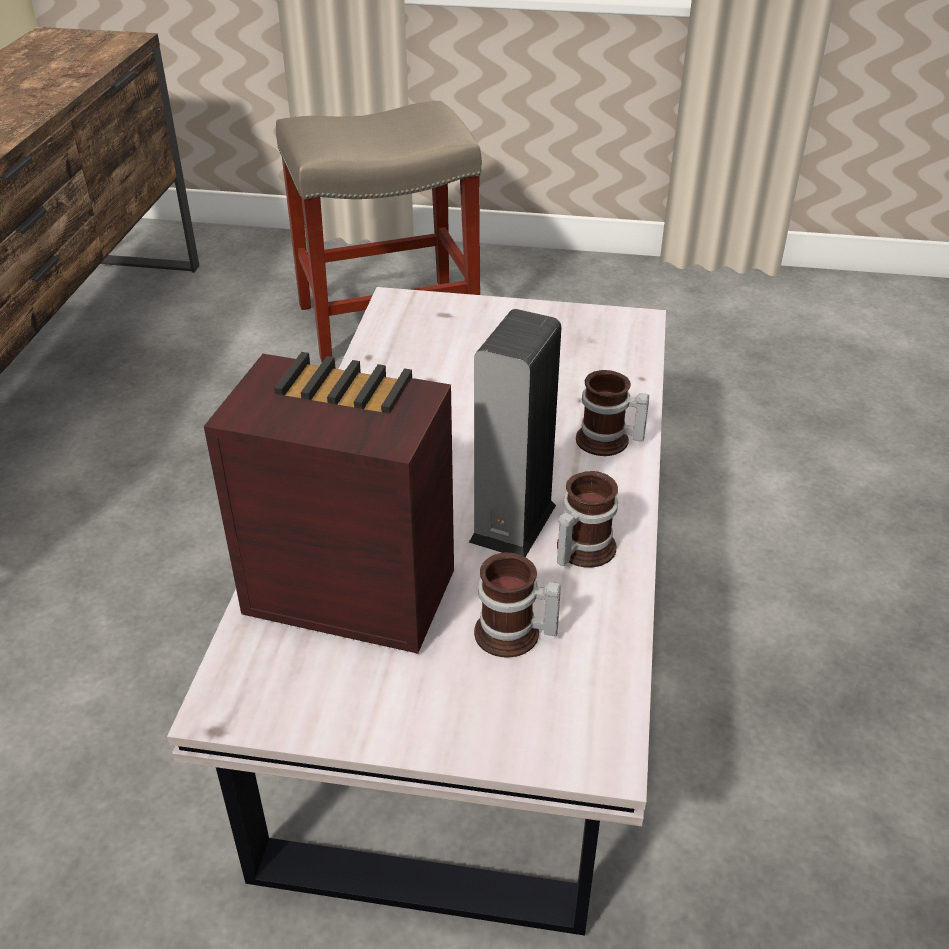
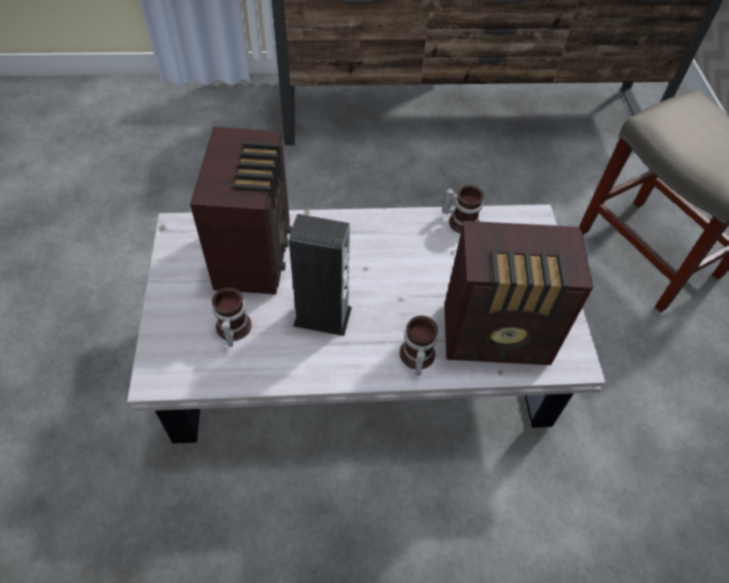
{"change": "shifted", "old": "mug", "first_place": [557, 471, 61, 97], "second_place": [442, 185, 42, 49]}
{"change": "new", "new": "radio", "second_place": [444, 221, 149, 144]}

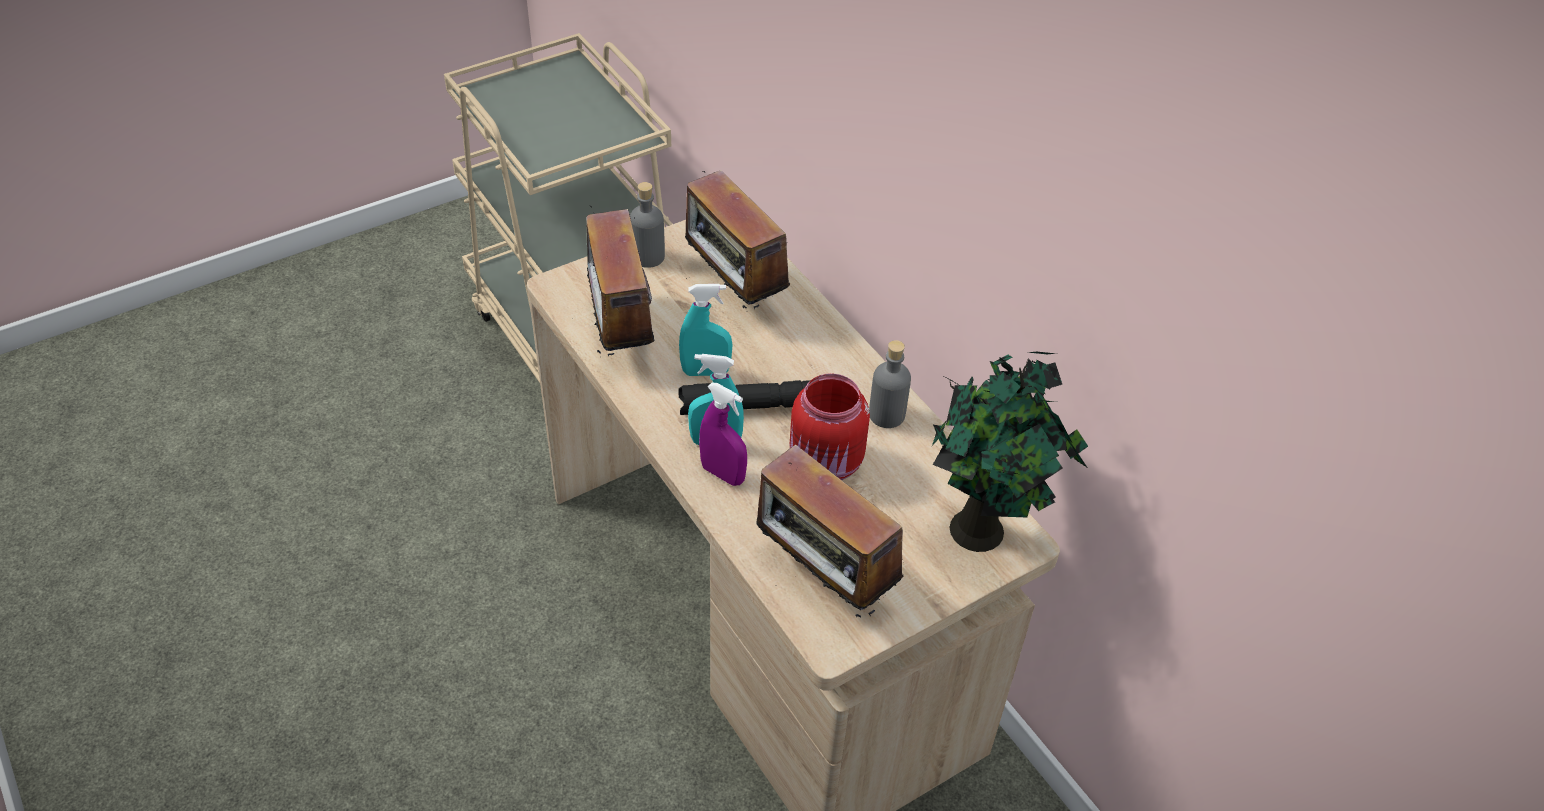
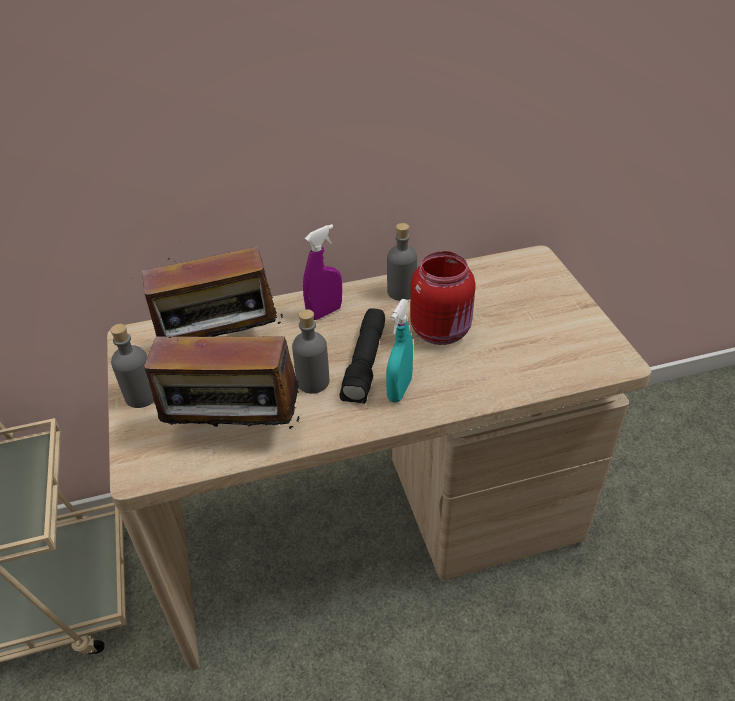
{"change": "swapped", "old": "turquoise_spray_bottle", "new": "grey_bottle", "first_place": [679, 284, 53, 92], "second_place": [292, 309, 37, 85]}
{"change": "shifted", "old": "purple_spray_bottle", "first_place": [699, 383, 48, 103], "second_place": [303, 224, 39, 96]}
{"change": "gone", "old": "radio", "first_place": [756, 437, 148, 184]}
{"change": "gone", "old": "potted_plant", "first_place": [932, 352, 156, 200]}

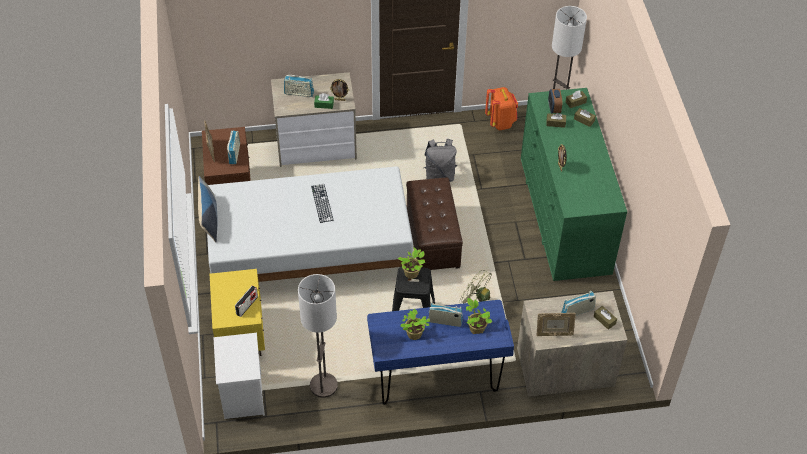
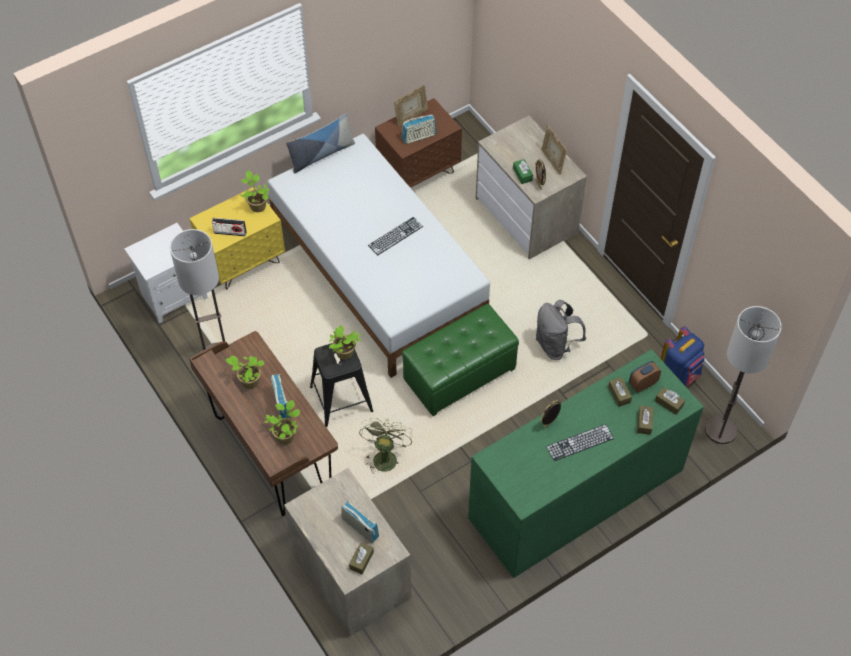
{"change": "repainted", "old": "blue_desk", "new": "brown_desk", "first_place": [367, 300, 147, 105], "second_place": [189, 331, 149, 185]}
{"change": "new", "new": "potted_plant", "second_place": [240, 170, 30, 42]}
{"change": "repainted", "old": "brown_ottoman", "new": "green_ottoman", "first_place": [406, 178, 57, 92], "second_place": [402, 304, 117, 112]}
{"change": "shifted", "old": "picture_frame", "first_place": [536, 313, 40, 23], "second_place": [541, 125, 26, 50]}
{"change": "new", "new": "keyboard", "second_place": [546, 424, 68, 37]}
{"change": "repainted", "old": "orange_backpack", "new": "blue_backpack", "first_place": [485, 87, 33, 43], "second_place": [660, 326, 45, 60]}
{"change": "gone", "old": "radio", "first_place": [284, 75, 30, 22]}

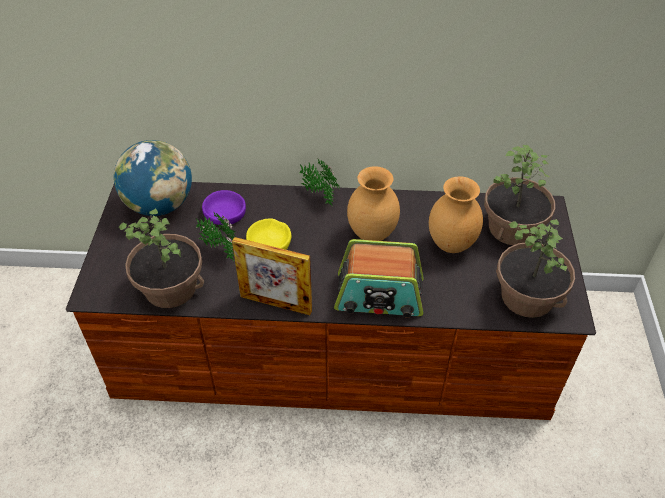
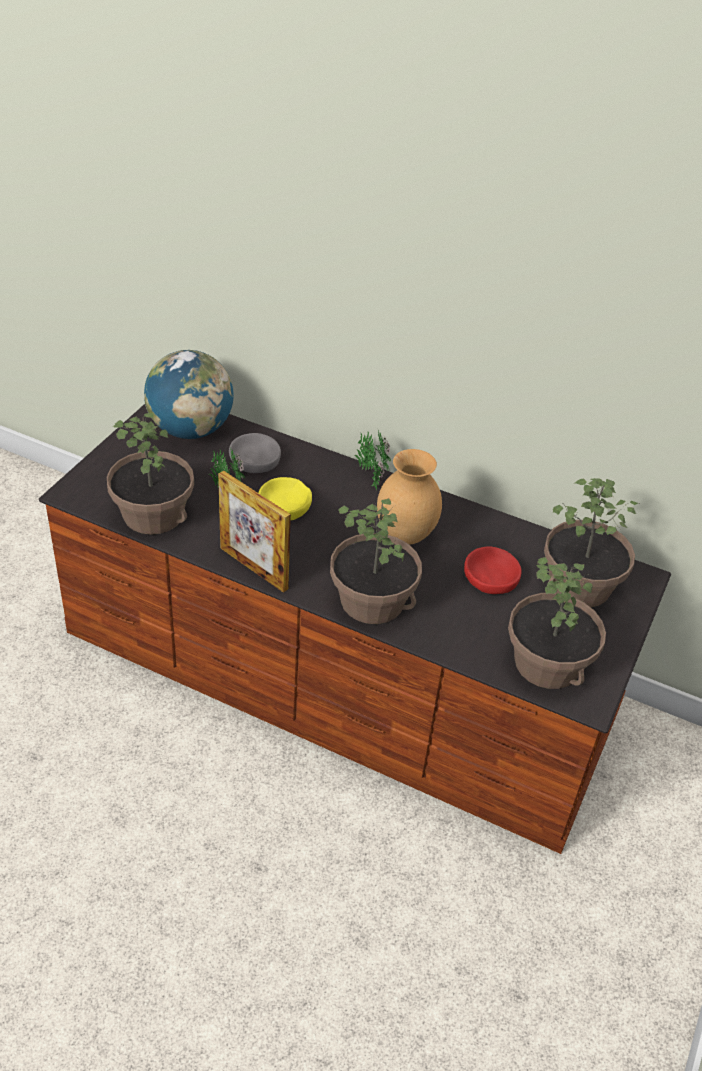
{"change": "repainted", "old": "purple_bowl", "new": "grey_bowl", "first_place": [202, 190, 44, 35], "second_place": [229, 433, 52, 40]}
{"change": "swapped", "old": "radio", "new": "potted_plant", "first_place": [334, 239, 90, 79], "second_place": [330, 498, 92, 126]}
{"change": "swapped", "old": "brown_vase", "new": "red_bowl", "first_place": [429, 176, 54, 77], "second_place": [464, 546, 58, 48]}

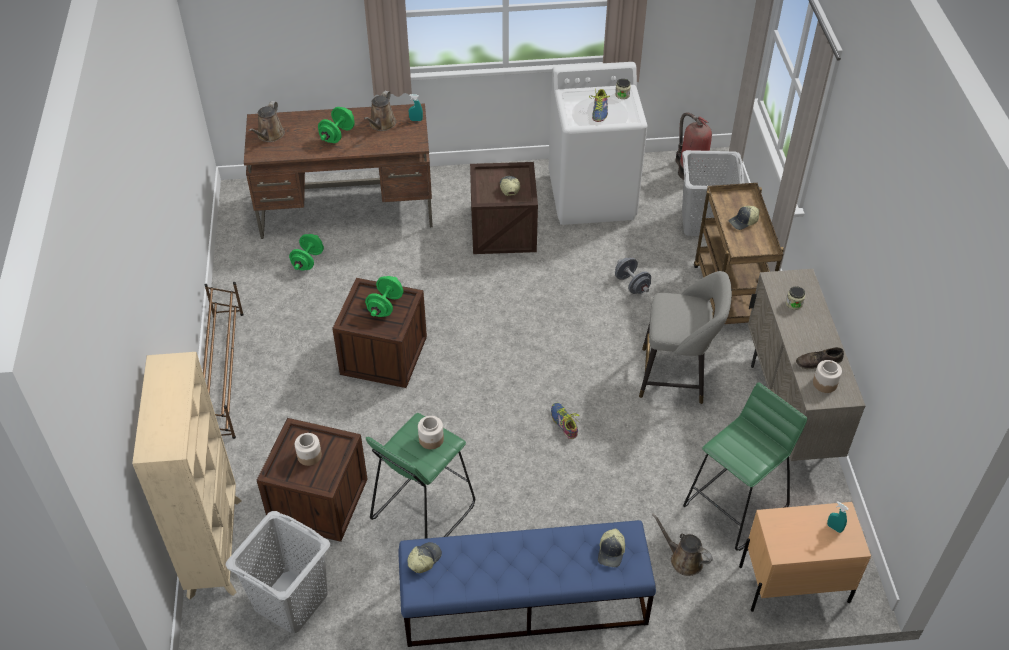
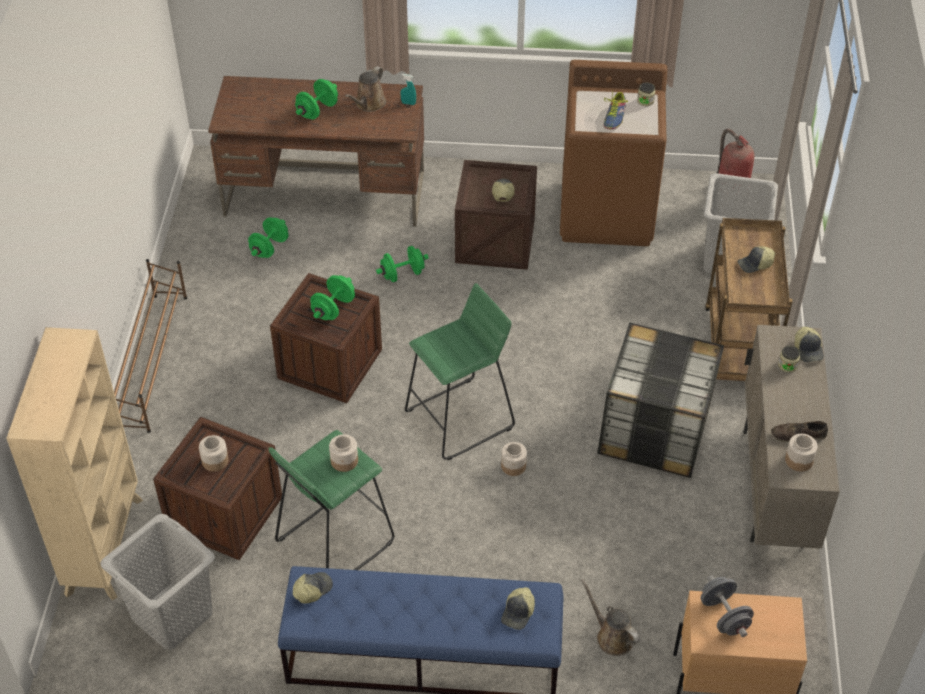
{"change": "new", "new": "green_dumbbell", "second_place": [376, 246, 53, 36]}
{"change": "shifted", "old": "green_stool", "first_place": [683, 382, 124, 169], "second_place": [405, 283, 110, 177]}
{"change": "swapped", "old": "shoe", "new": "jar", "first_place": [551, 403, 29, 36], "second_place": [501, 442, 26, 34]}
{"change": "repainted", "old": "white_washing_machine", "new": "brown_washing_machine", "first_place": [548, 62, 100, 163], "second_place": [560, 60, 107, 186]}
{"change": "swapped", "old": "grey_stool", "new": "storage_box", "first_place": [639, 271, 93, 133], "second_place": [597, 322, 127, 156]}
{"change": "shifted", "old": "grey_dumbbell", "first_place": [615, 258, 36, 36], "second_place": [701, 575, 53, 62]}
{"change": "new", "new": "cap", "second_place": [795, 327, 29, 35]}
{"change": "gone", "old": "brown_watering_can", "first_place": [249, 101, 36, 41]}
{"change": "gone", "old": "turquoise_spray_bottle", "first_place": [827, 501, 22, 32]}

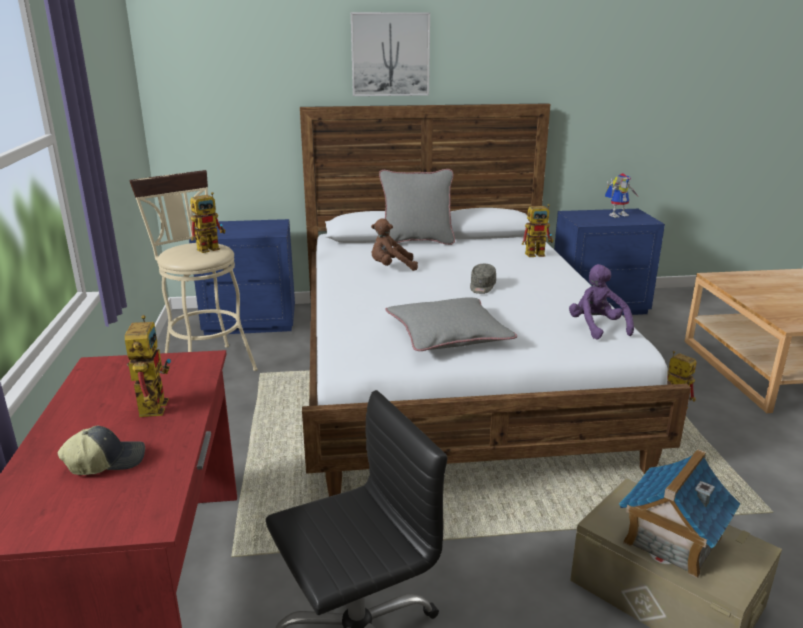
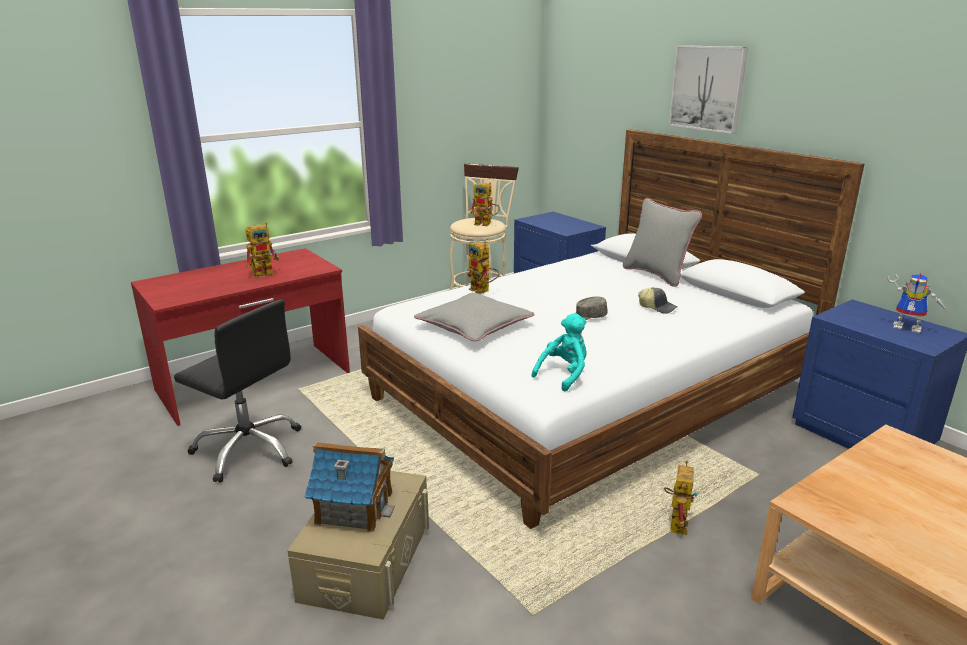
{"change": "shifted", "old": "toy_robot", "first_place": [522, 204, 31, 53], "second_place": [467, 241, 33, 53]}
{"change": "repainted", "old": "purple_plush_toy", "new": "turquoise_plush_toy", "first_place": [569, 264, 65, 75], "second_place": [532, 313, 55, 79]}
{"change": "shifted", "old": "cap", "first_place": [58, 426, 87, 49], "second_place": [638, 287, 39, 27]}
{"change": "gone", "old": "brown_plush_toy", "first_place": [371, 219, 47, 52]}

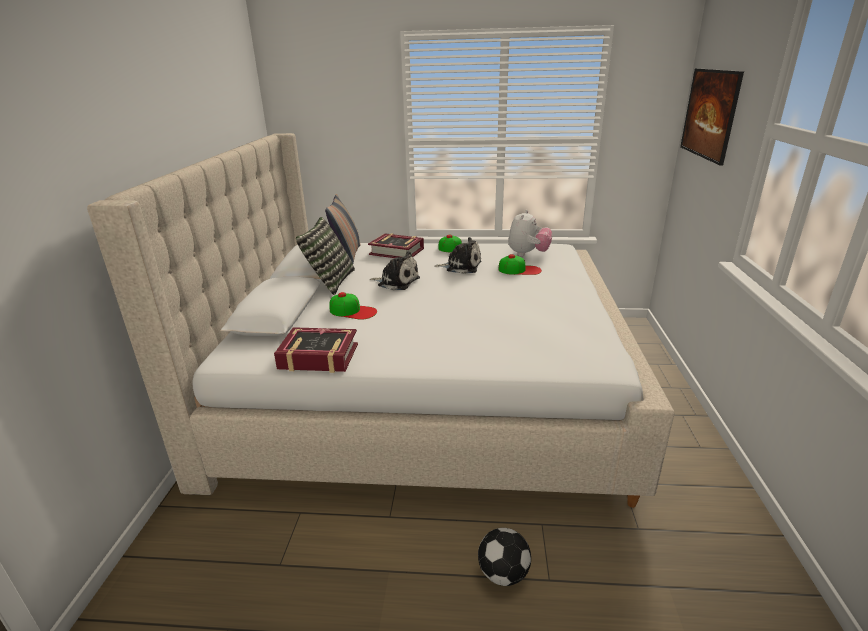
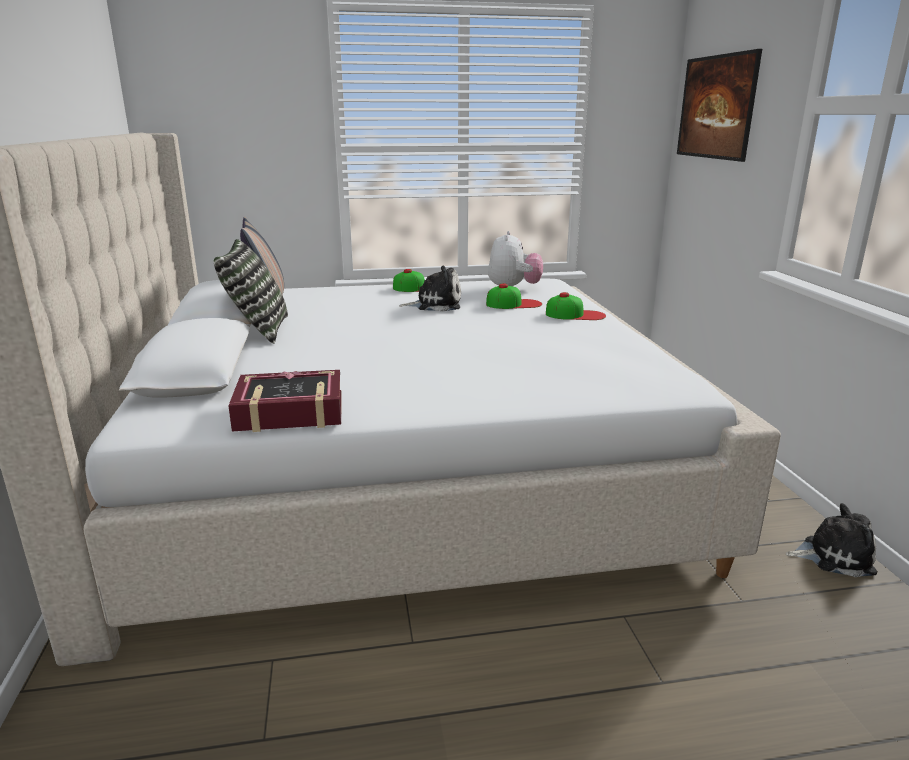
{"change": "shifted", "old": "cap", "first_place": [330, 292, 47, 28], "second_place": [546, 292, 60, 28]}
{"change": "shifted", "old": "plush_toy", "first_place": [370, 251, 50, 39], "second_place": [786, 503, 91, 74]}
{"change": "gone", "old": "book", "first_place": [368, 233, 56, 25]}
{"change": "gone", "old": "football", "first_place": [478, 528, 53, 58]}

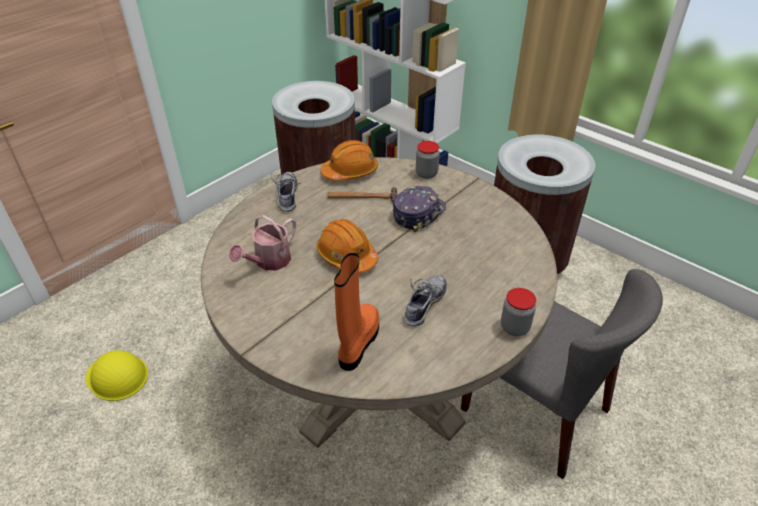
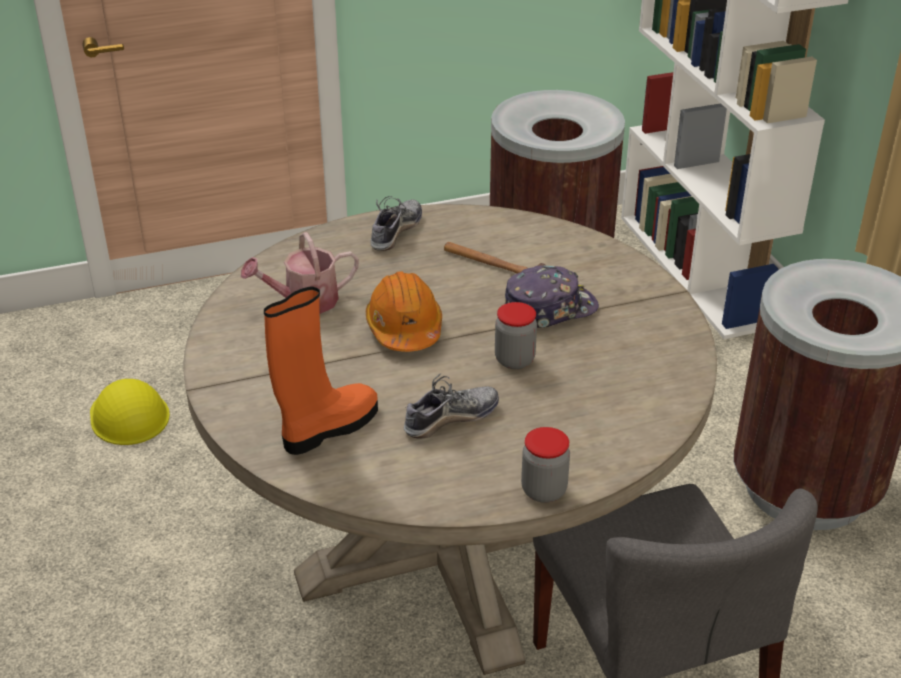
{"change": "shifted", "old": "jar", "first_place": [416, 141, 24, 38], "second_place": [495, 302, 42, 67]}
{"change": "gone", "old": "orange_hard_hat", "first_place": [321, 140, 57, 40]}

